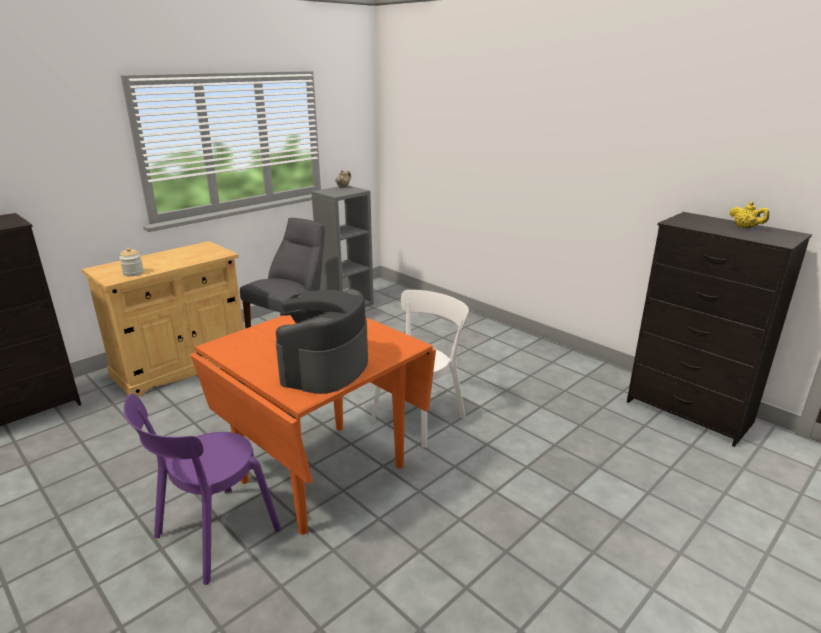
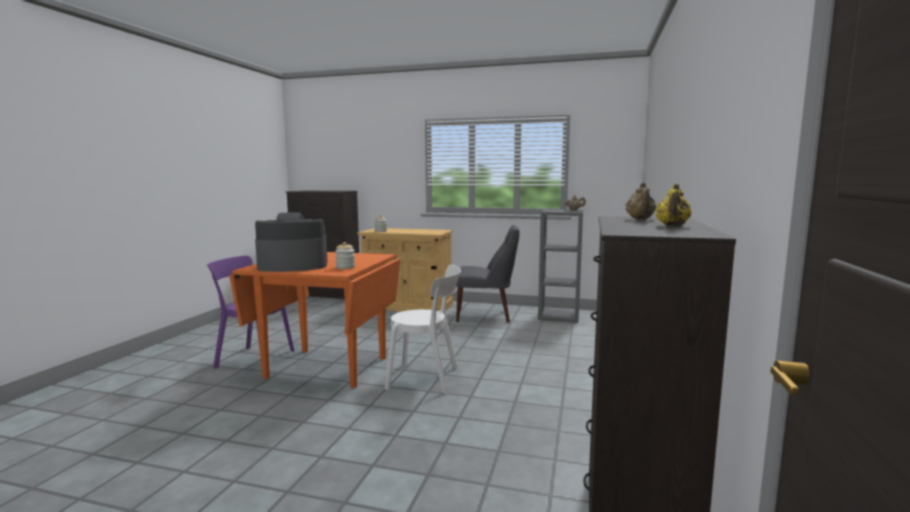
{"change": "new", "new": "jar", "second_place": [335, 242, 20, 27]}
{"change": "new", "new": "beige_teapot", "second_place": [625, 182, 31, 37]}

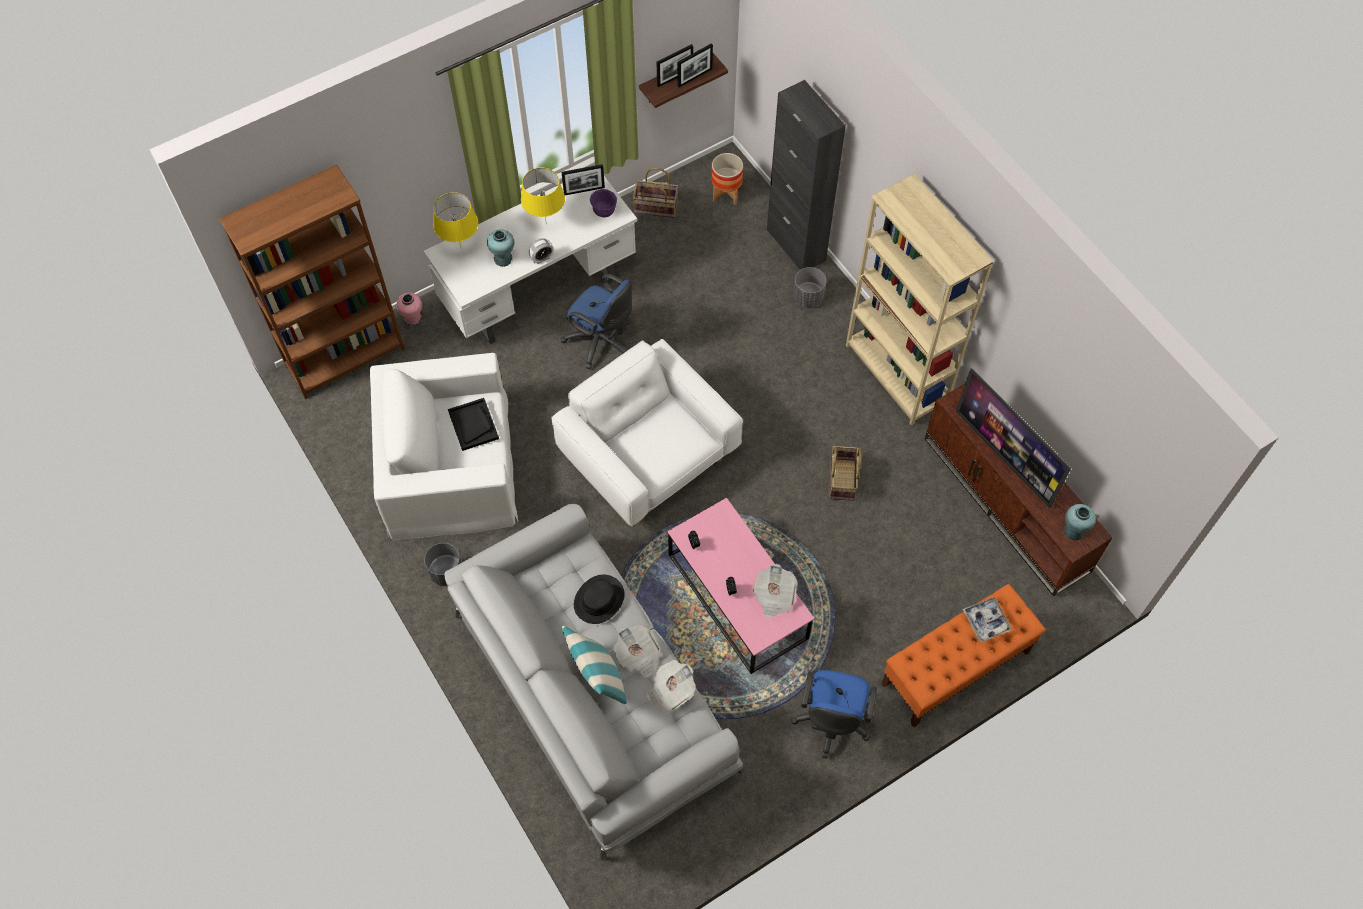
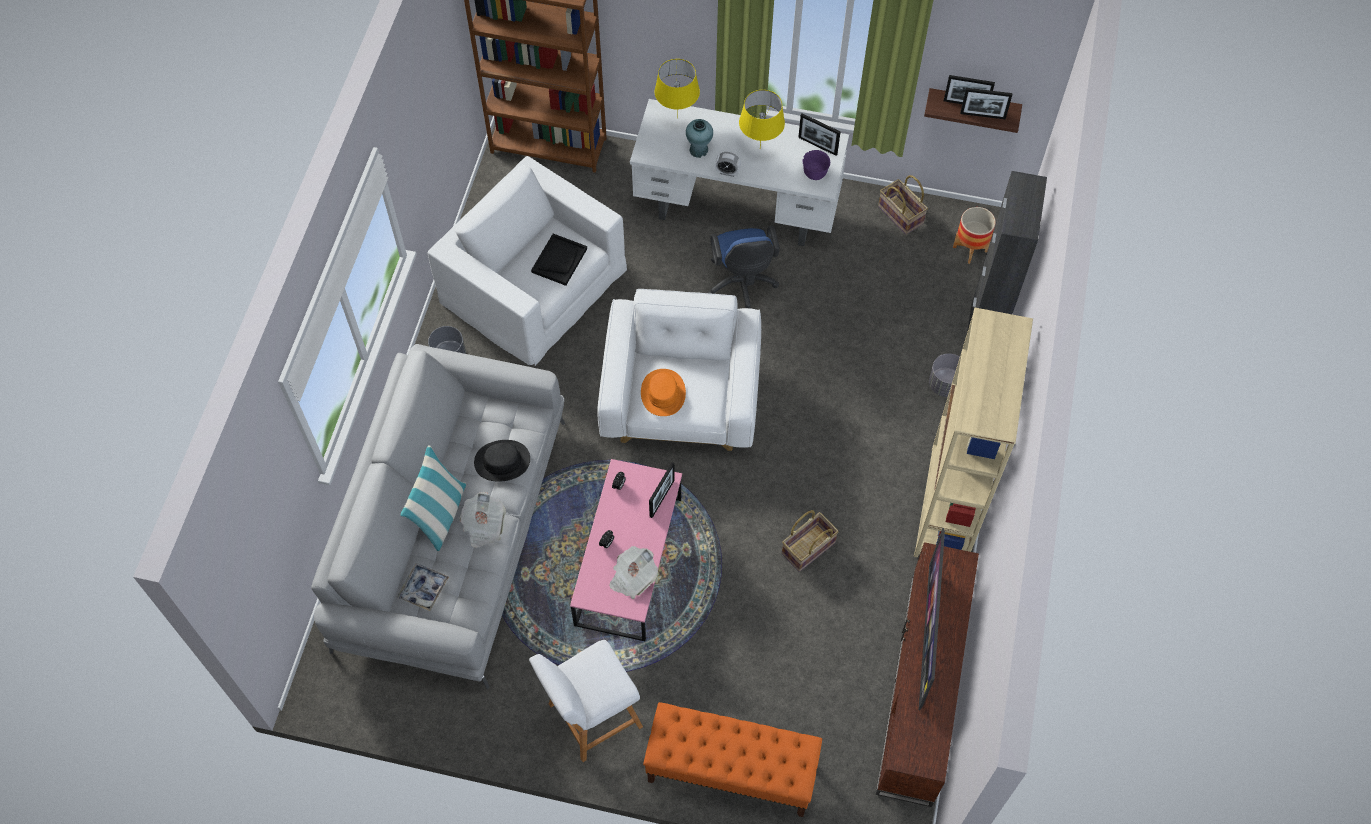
{"change": "shifted", "old": "tray", "first_place": [963, 597, 49, 45], "second_place": [398, 563, 51, 48]}
{"change": "swapped", "old": "blue_office_chair", "new": "white_stool", "first_place": [791, 670, 86, 89], "second_place": [529, 640, 114, 122]}
{"change": "new", "new": "orange_hat", "second_place": [641, 369, 45, 47]}
{"change": "new", "new": "picture_frame", "second_place": [649, 462, 26, 56]}
{"change": "gone", "old": "pink_vase", "first_place": [397, 292, 25, 35]}
{"change": "gone", "old": "newspaper", "first_place": [646, 660, 50, 53]}
{"change": "gone", "old": "turquoise_vase", "first_place": [1064, 504, 32, 36]}

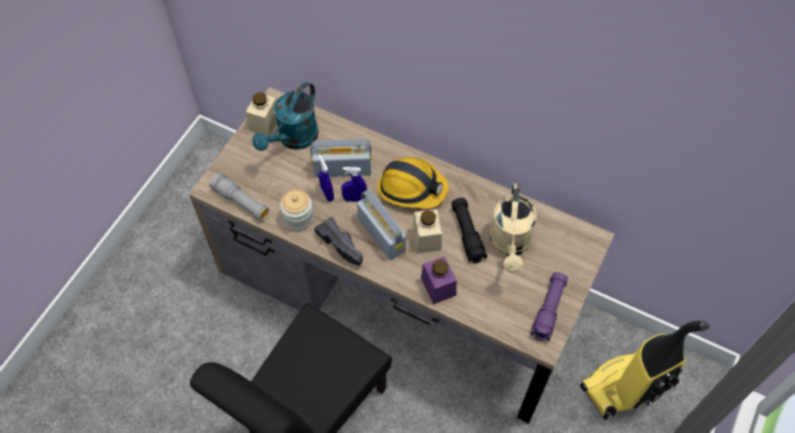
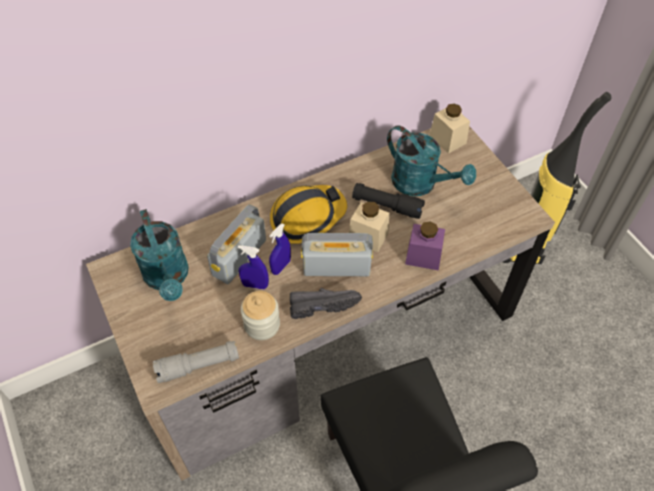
{"change": "repainted", "old": "beige_watering_can", "new": "turquoise_watering_can", "first_place": [490, 184, 46, 89], "second_place": [387, 126, 89, 70]}
{"change": "shifted", "old": "beige_jar", "first_place": [246, 92, 31, 44], "second_place": [429, 103, 41, 51]}
{"change": "gone", "old": "purple_flashlight", "first_place": [531, 272, 37, 69]}

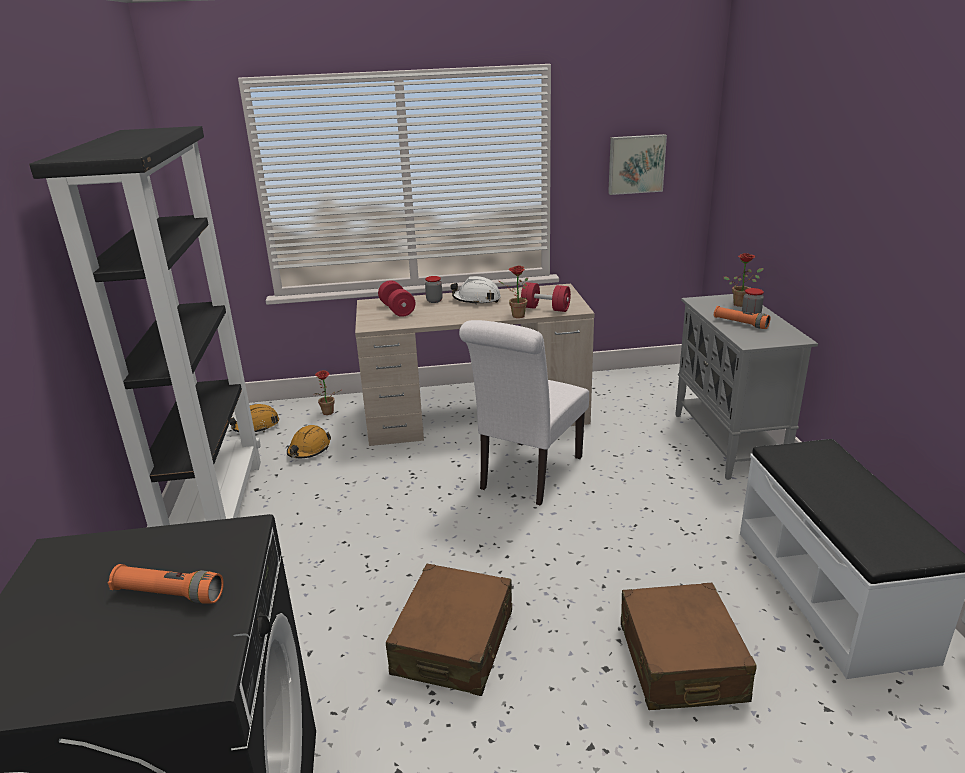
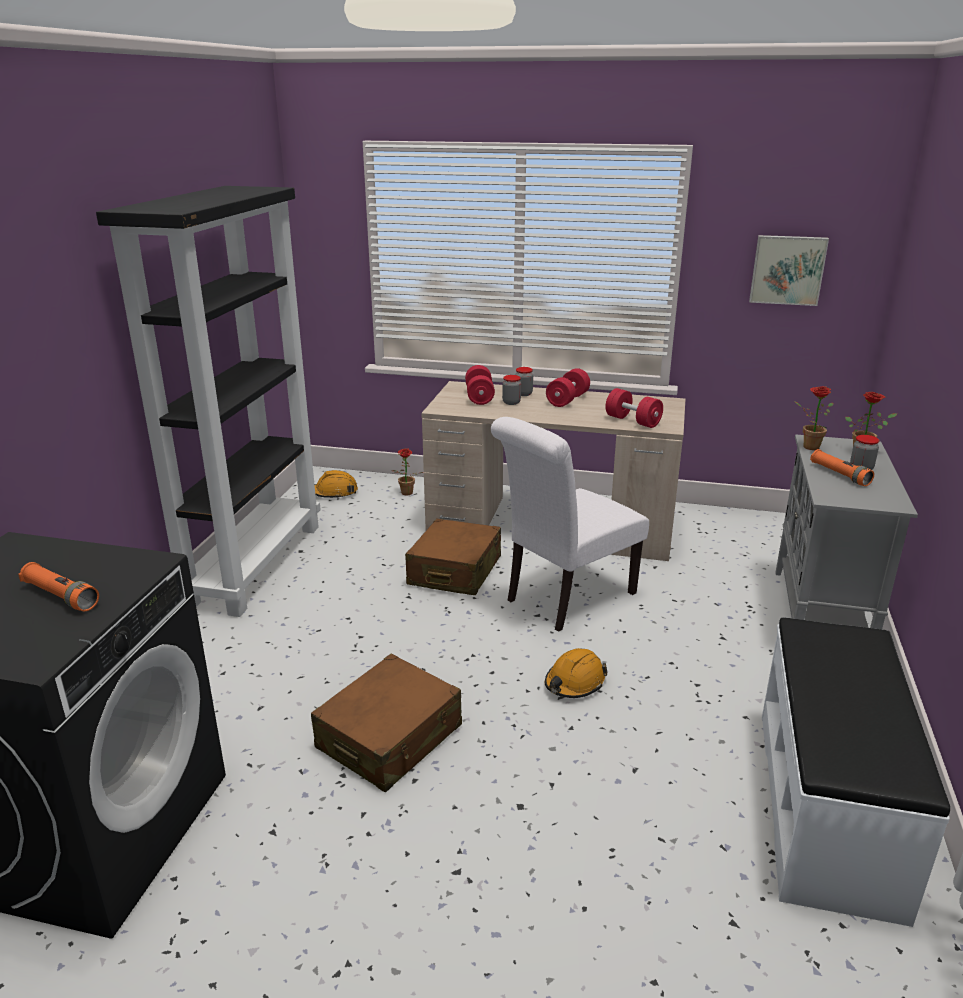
{"change": "shifted", "old": "brown_suitcase", "first_place": [621, 583, 136, 127], "second_place": [405, 519, 96, 76]}
{"change": "new", "new": "jar", "second_place": [502, 375, 19, 30]}
{"change": "shifted", "old": "orange_hard_hat", "first_place": [287, 425, 44, 33], "second_place": [545, 648, 62, 50]}
{"change": "swapped", "old": "white_hard_hat", "new": "red_dumbbell", "first_place": [450, 276, 51, 29], "second_place": [546, 368, 44, 39]}
{"change": "shifted", "old": "potted_plant", "first_place": [499, 266, 29, 52], "second_place": [794, 386, 39, 64]}

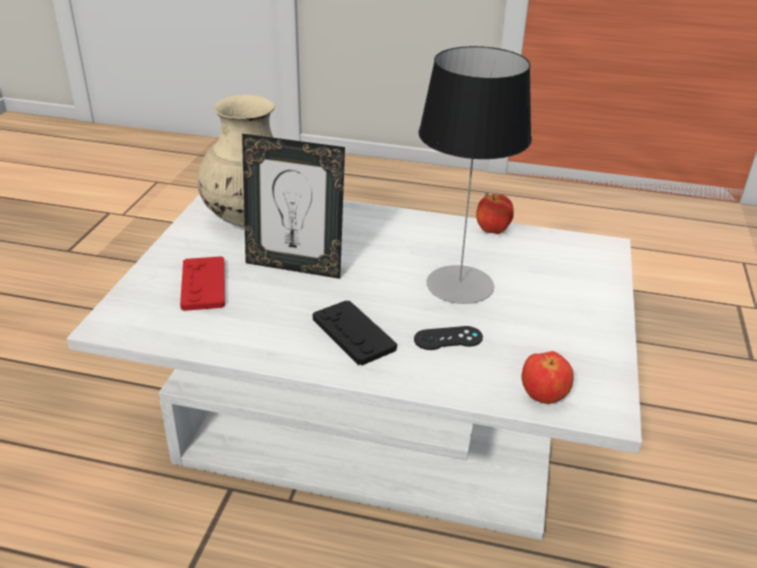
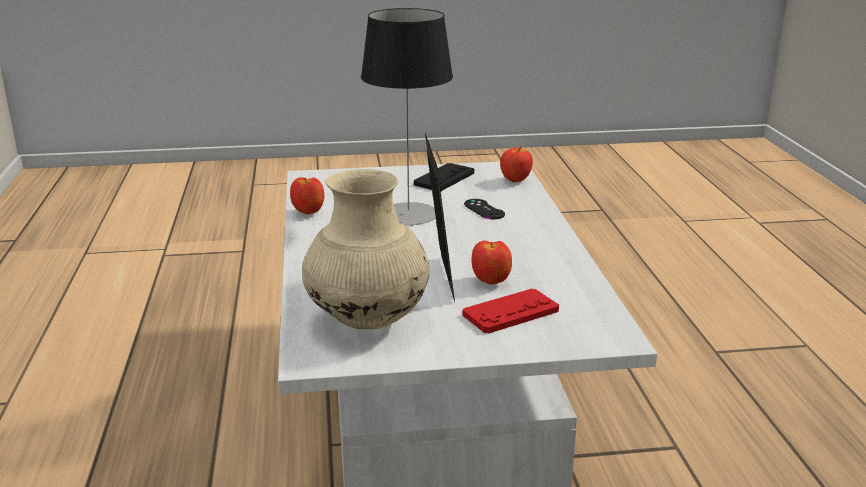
{"change": "shifted", "old": "black_game_controller", "first_place": [313, 300, 84, 65], "second_place": [414, 163, 60, 28]}
{"change": "new", "new": "apple", "second_place": [471, 240, 41, 44]}

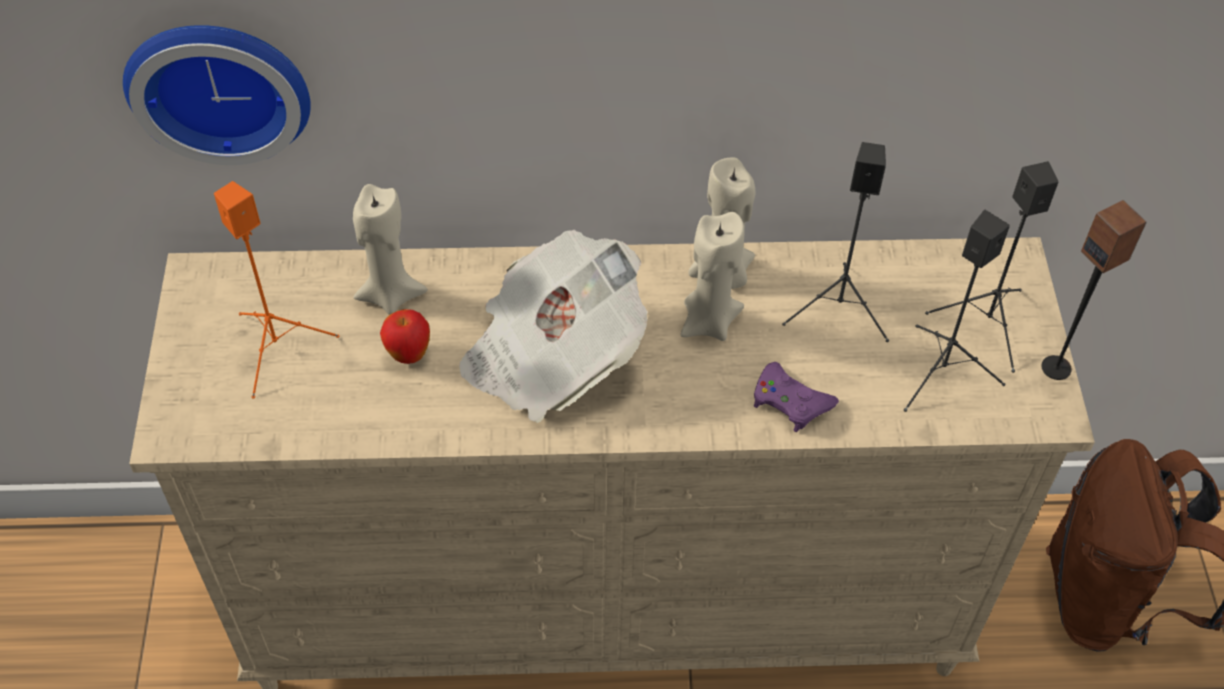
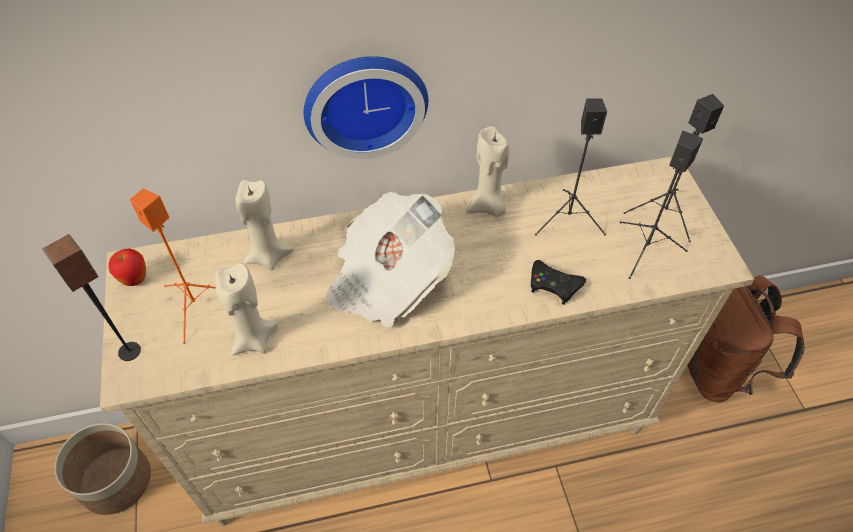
{"change": "shifted", "old": "speaker", "first_place": [1042, 200, 105, 180], "second_place": [42, 234, 99, 127]}
{"change": "new", "new": "planter", "second_place": [55, 423, 96, 92]}
{"change": "shifted", "old": "apple", "first_place": [380, 309, 50, 55], "second_place": [108, 249, 38, 37]}
{"change": "shifted", "old": "beige_candle", "first_place": [681, 212, 64, 129], "second_place": [215, 263, 63, 92]}
{"change": "shifted", "old": "wall_clock", "first_place": [123, 25, 188, 140], "second_place": [304, 56, 124, 103]}
{"change": "repainted", "old": "purple_game_controller", "new": "black_game_controller", "first_place": [754, 362, 85, 70], "second_place": [531, 260, 55, 45]}

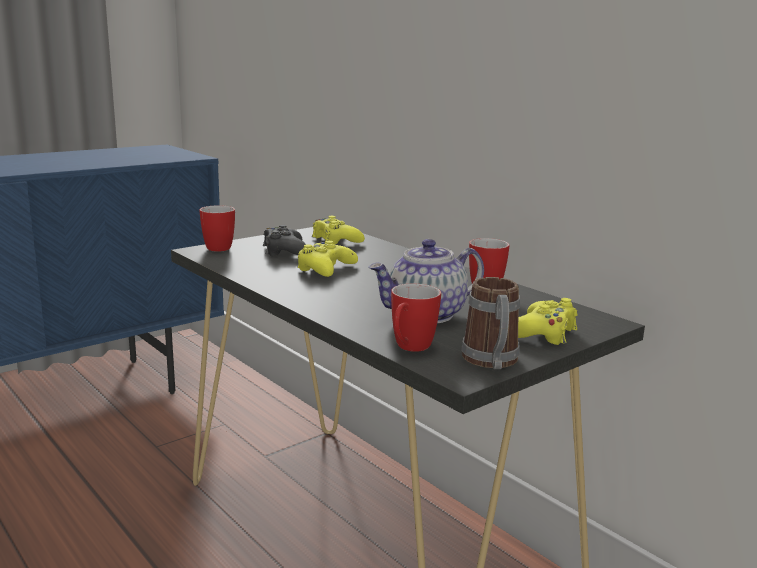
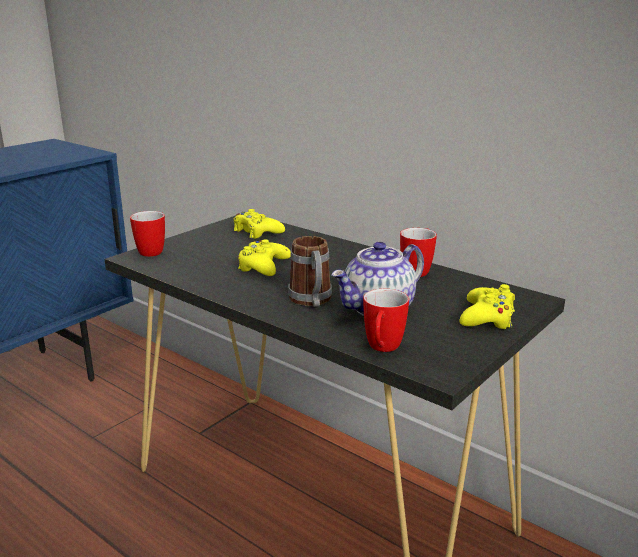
{"change": "shifted", "old": "mug", "first_place": [461, 277, 59, 92], "second_place": [288, 236, 44, 71]}
{"change": "gone", "old": "black_game_controller", "first_place": [263, 225, 43, 31]}

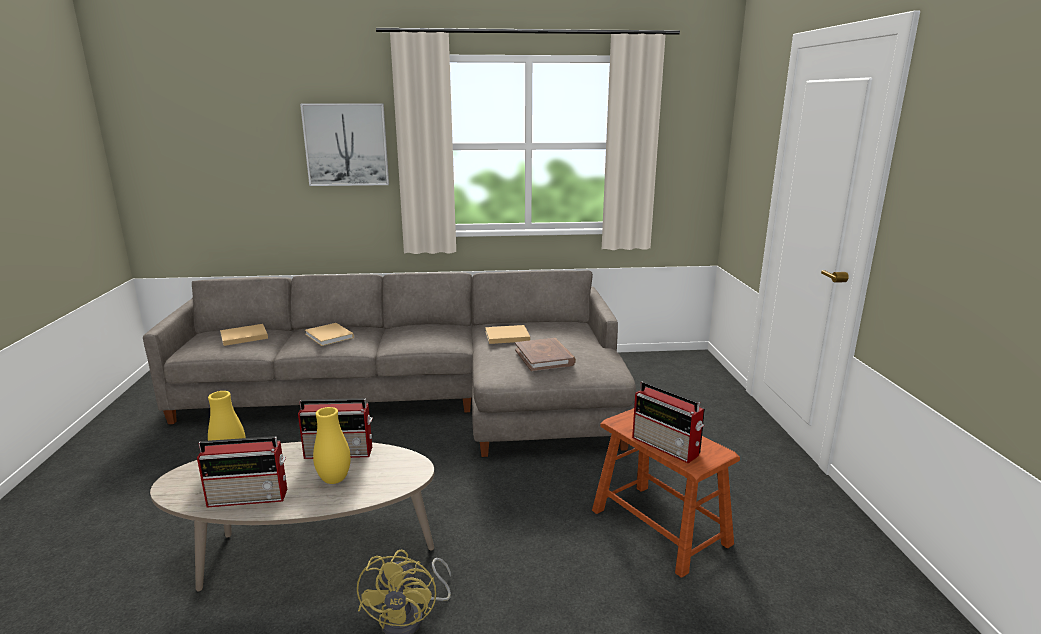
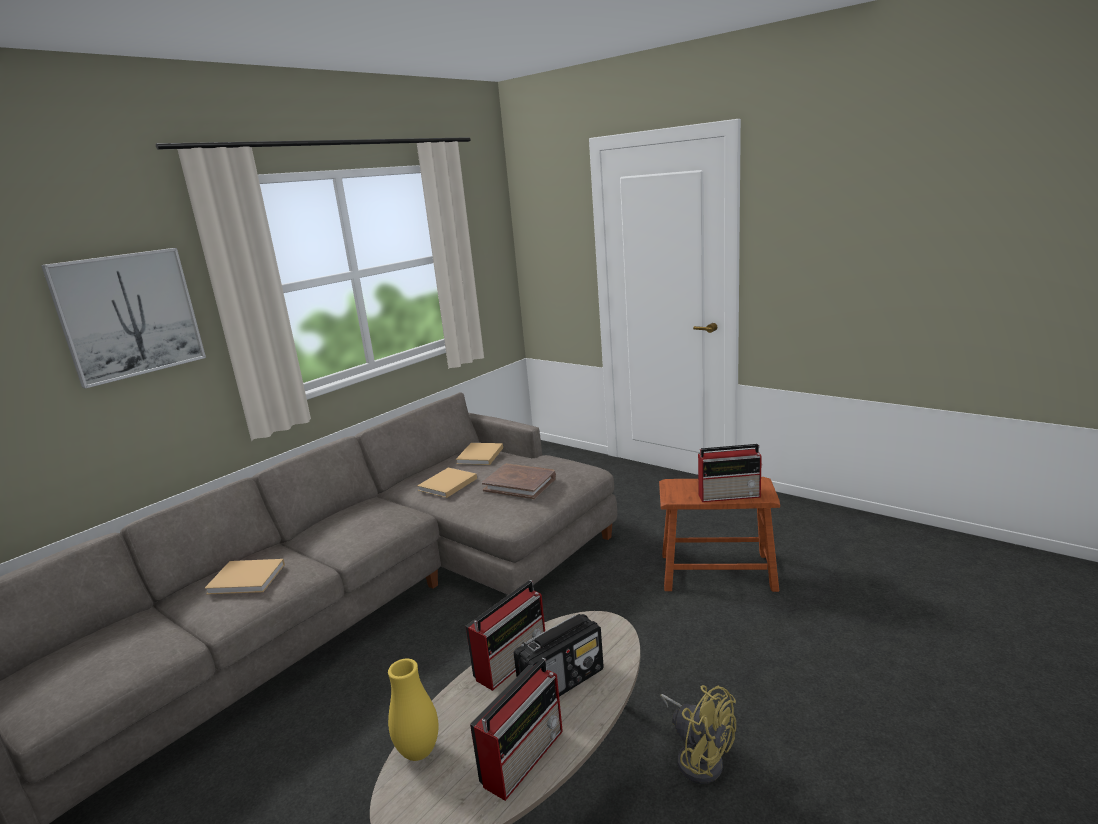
{"change": "shifted", "old": "beige_book", "first_place": [220, 324, 48, 22], "second_place": [456, 443, 47, 22]}
{"change": "swapped", "old": "yellow_vase", "new": "radio", "first_place": [313, 407, 38, 77], "second_place": [514, 614, 89, 83]}

